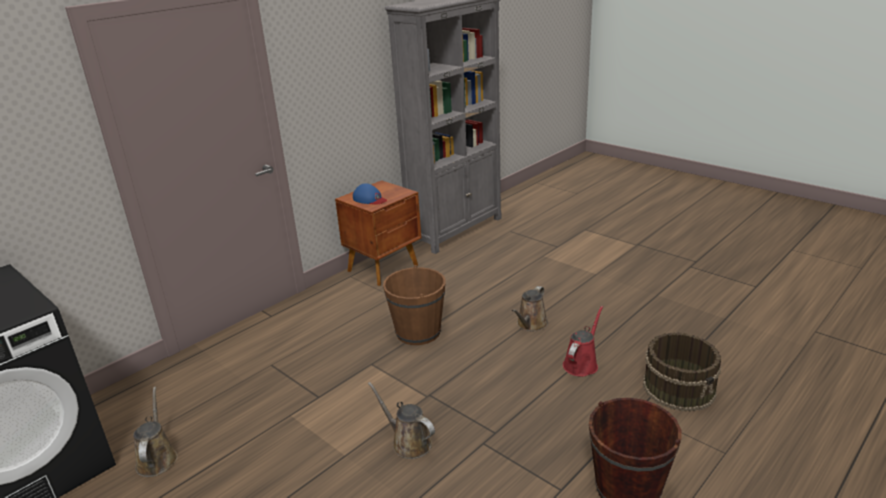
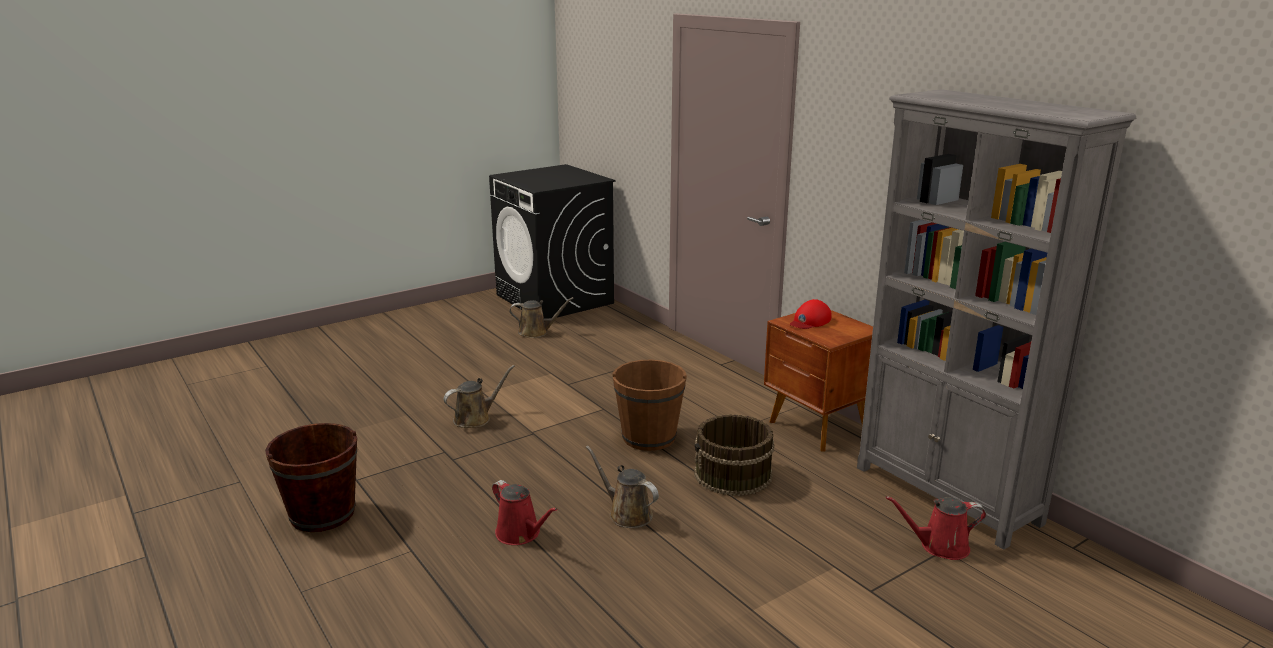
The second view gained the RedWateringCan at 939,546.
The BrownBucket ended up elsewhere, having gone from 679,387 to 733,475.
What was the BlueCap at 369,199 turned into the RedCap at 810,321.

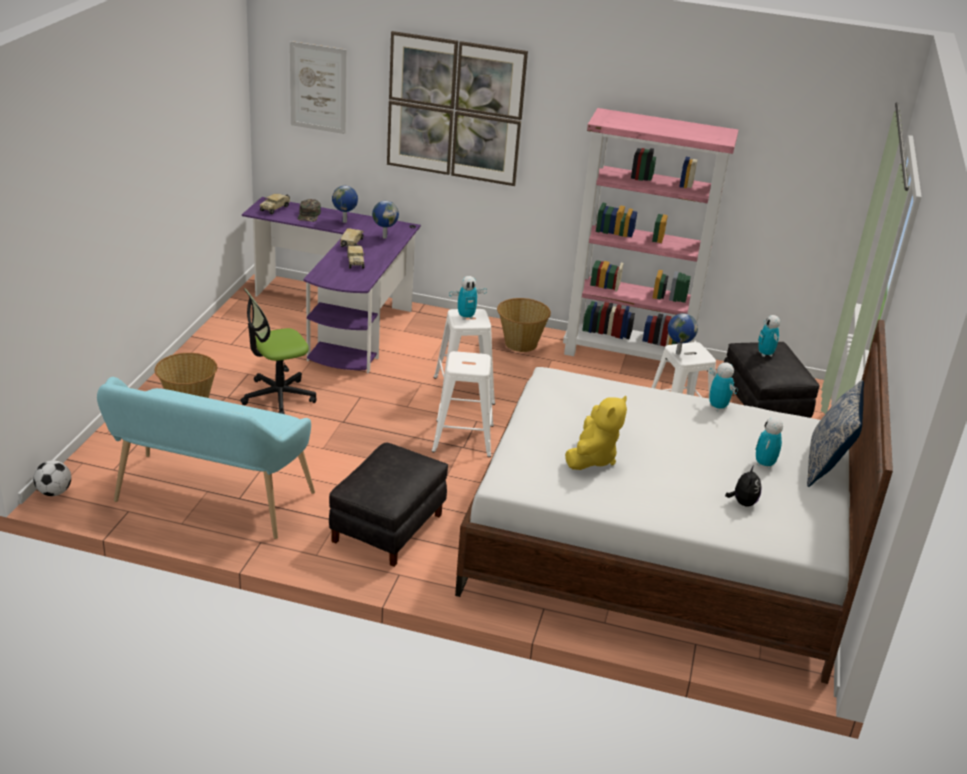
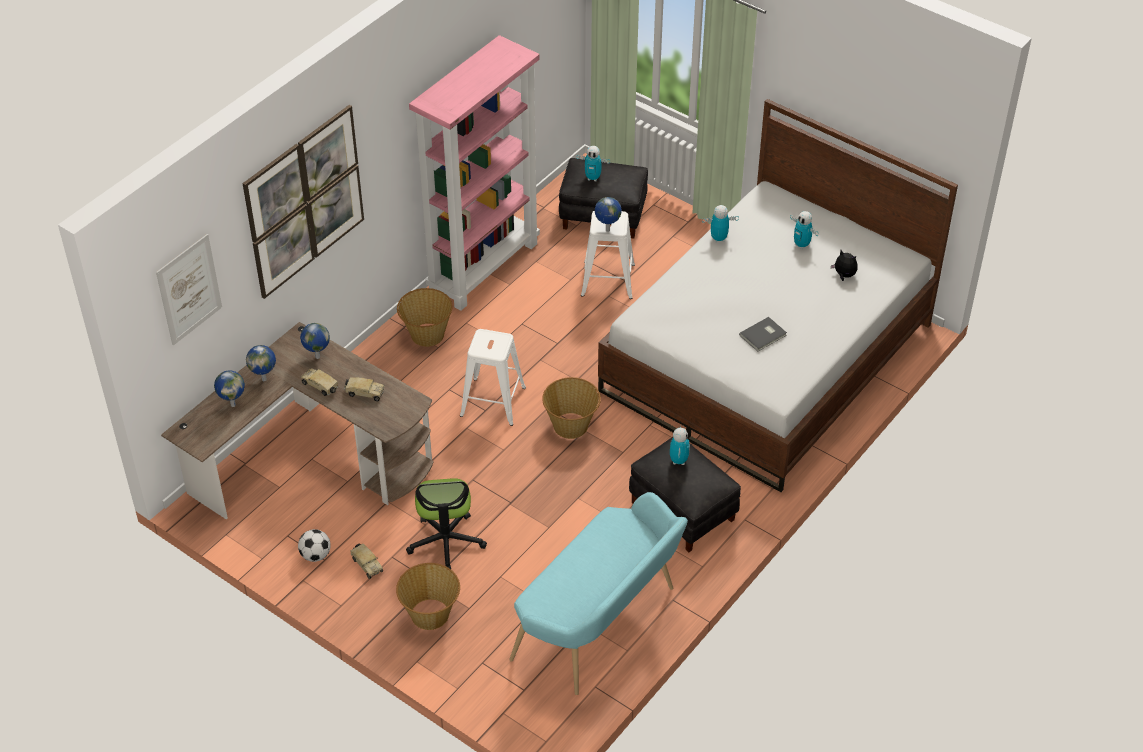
The second view lost the Pillow at 826,466.
The Football ended up elsewhere, having gone from 54,492 to 316,555.
The ToyTruck ended up elsewhere, having gone from 275,208 to 366,564.
The ToyRobot ended up elsewhere, having gone from 466,317 to 678,460.
Where the GreenCap stood at 309,215, the Globe came to stand at 233,404.
Where the WhiteStool stood at 462,438, the Basket came to stand at 571,426.
Where the YellowPlushToy stood at 592,458, the GreyBook came to stand at 764,335.
What was the PurpleDesk at 341,319 turned into the BrownDesk at 313,458.

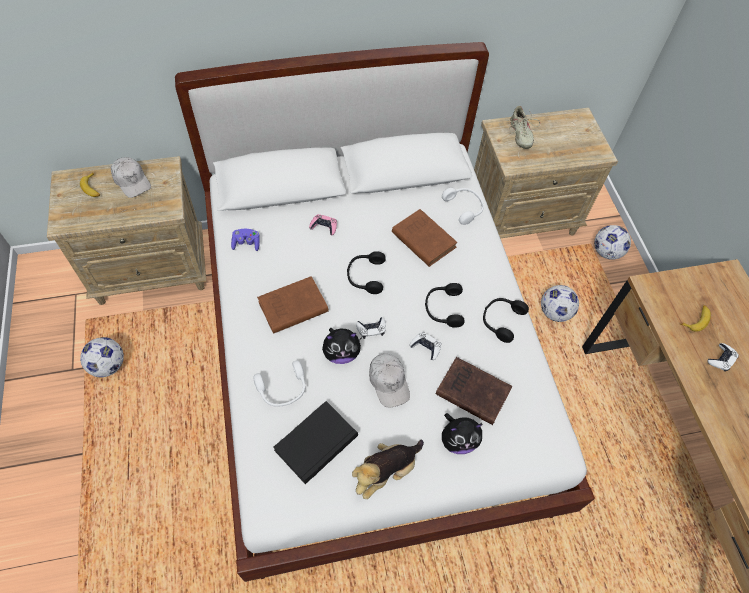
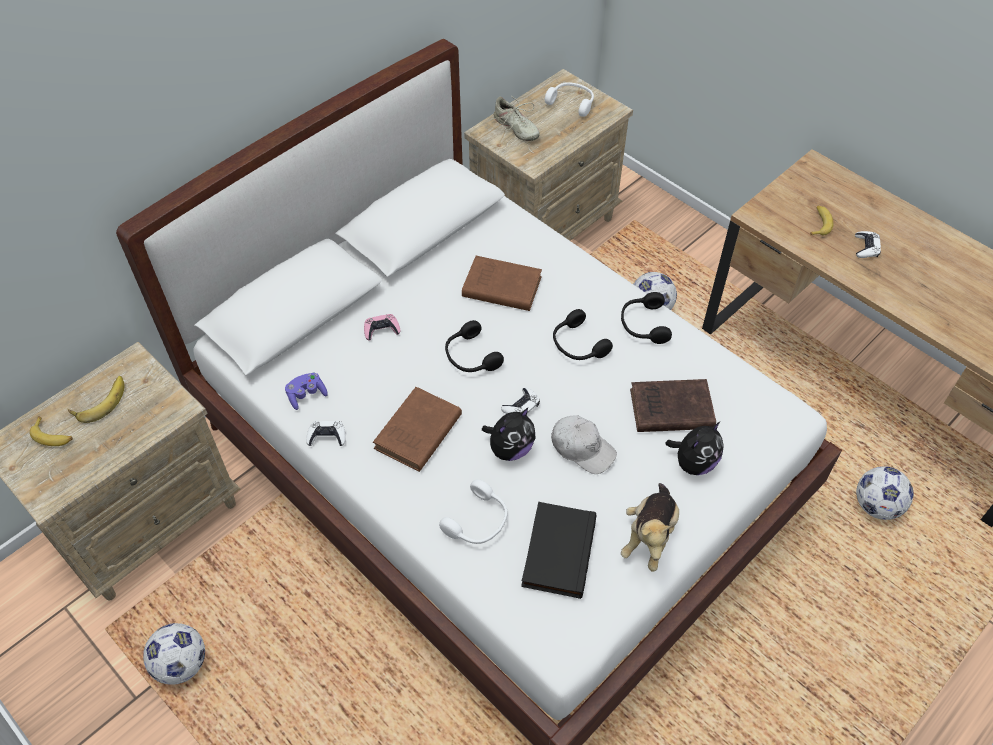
The WhiteGameController ended up elsewhere, having gone from 426,347 to 327,436.
The WhiteHeadphones ended up elsewhere, having gone from 464,207 to 572,103.
The Football ended up elsewhere, having gone from 606,252 to 876,506.
Where the WhiteCap stood at 132,181, the Banana came to stand at 99,401.

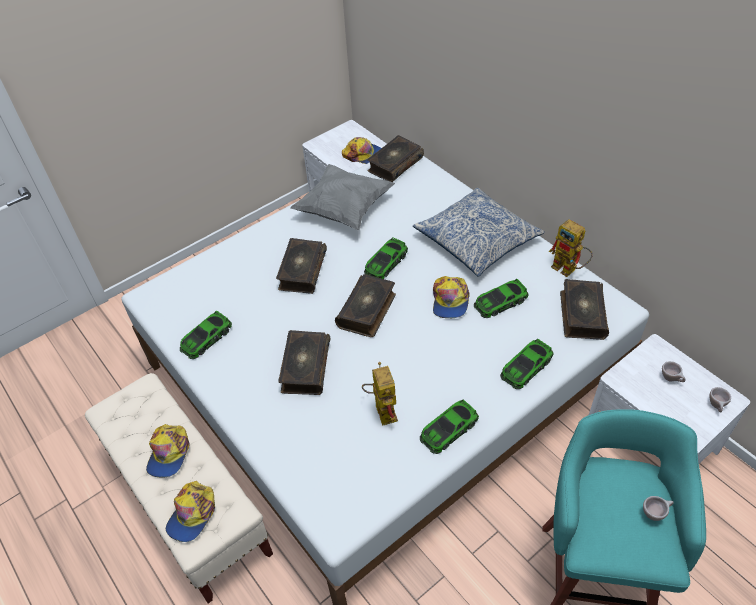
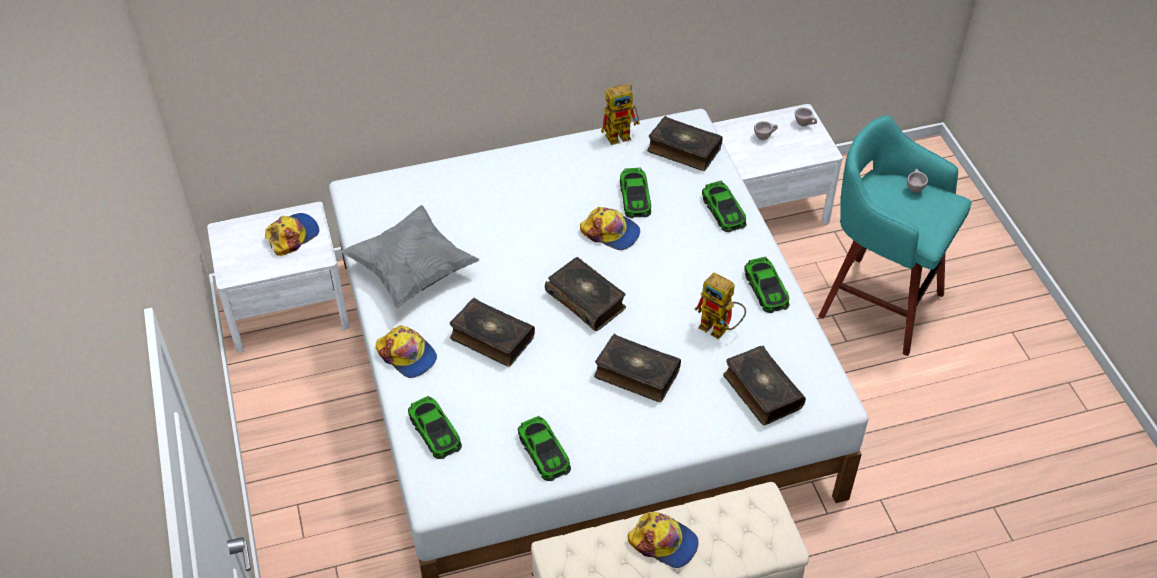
The second view lost the Pillow at 476,240.
The Cap ended up elsewhere, having gone from 192,514 to 407,355.
The ToyCar ended up elsewhere, having gone from 386,263 to 435,431.
The Book ended up elsewhere, having gone from 394,165 to 761,391.
The ToyRobot at 382,409 ended up facing another way, 150 degrees counterclockwise from before.

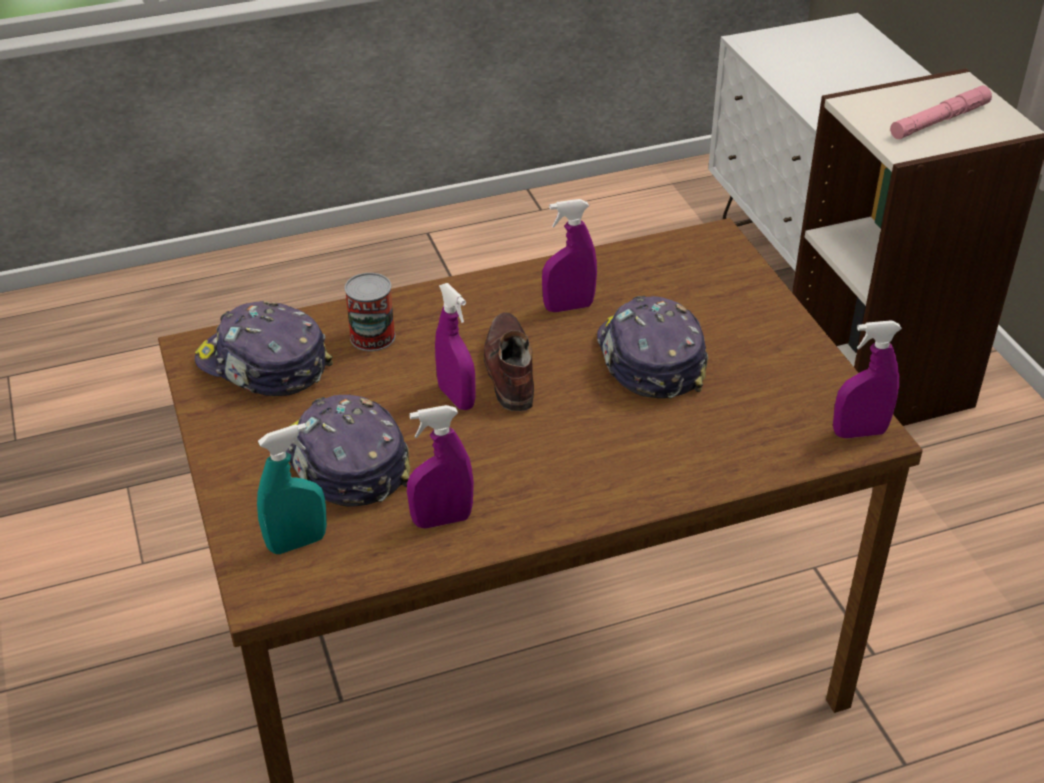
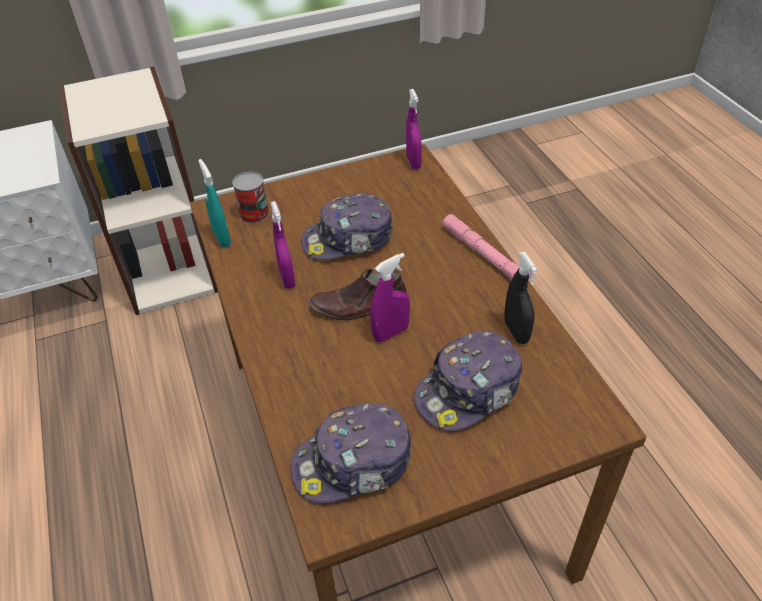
The TurquoiseSprayBottle ended up elsewhere, having gone from 297,543 to 222,238.
The Can ended up elsewhere, having gone from 372,337 to 254,214.
The PinkFlashlight ended up elsewhere, having gone from 939,120 to 481,252.
What was the PurpleSprayBottle at 442,520 turned into the BlackSprayBottle at 516,332.
The Cap at 263,365 ended up facing another way, 45 degrees clockwise from before.

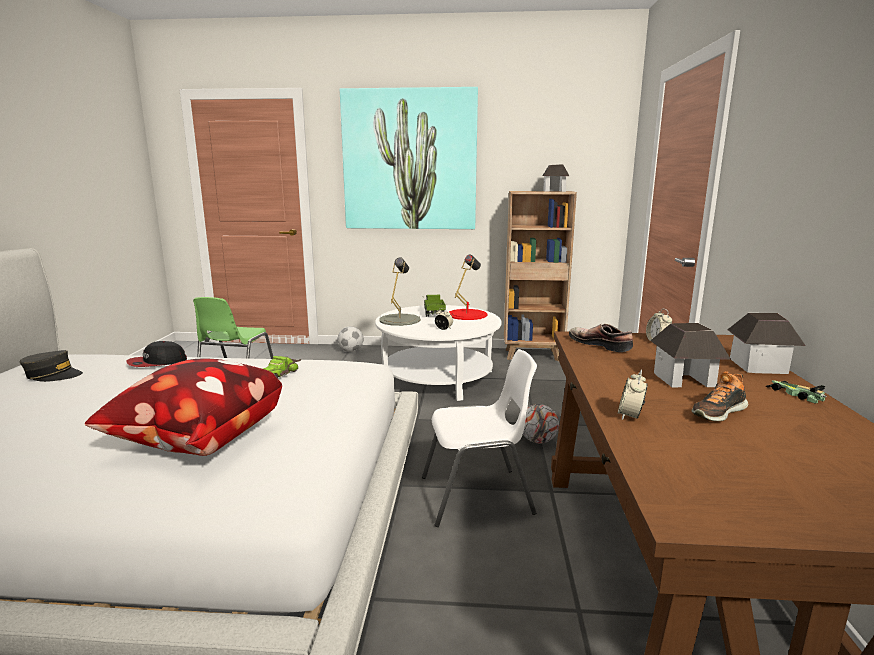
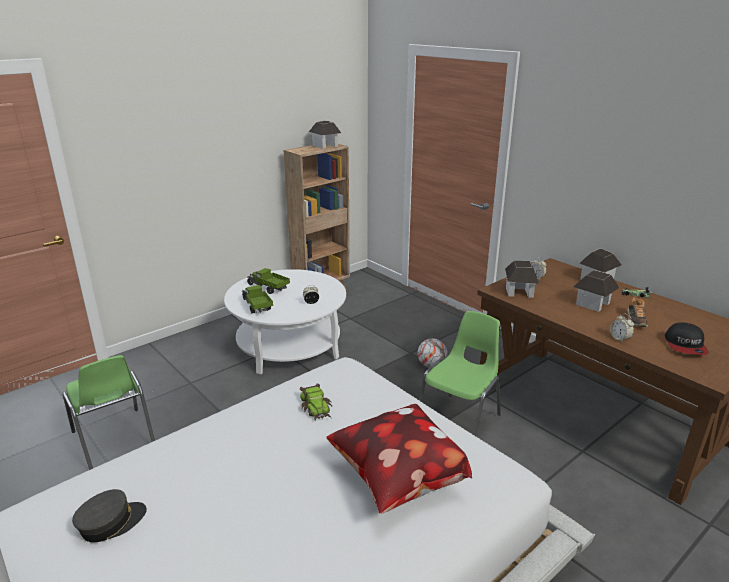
The second view lost the Football at 351,351.
The second view lost the Picture at 410,160.
The second view lost the RedTableLamp at 467,314.
The Cap ended up elsewhere, having gone from 157,362 to 685,345.
Where the GreyTableLamp stood at 399,320, the ToyTruck came to stand at 256,306.
Where the Shoe stood at 601,344, the ToyHouse came to stand at 519,292.
What was the WhiteChair at 478,496 turned into the GreenChair at 459,422.

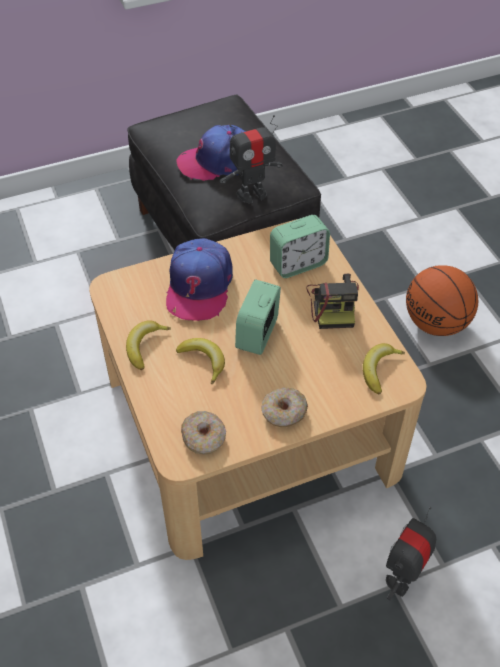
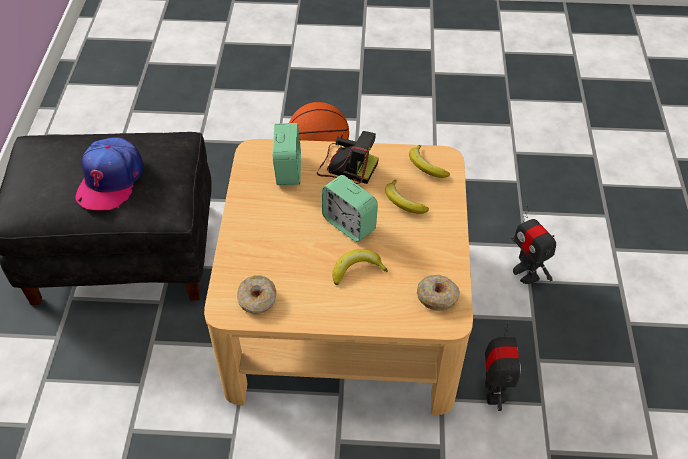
The second view lost the Cap at 199,286.
The Banana ended up elsewhere, having gone from 144,346 to 403,202.
The ToyRobot ended up elsewhere, having gone from 252,193 to 494,391.
The Donut ended up elsewhere, having gone from 284,413 to 257,299.

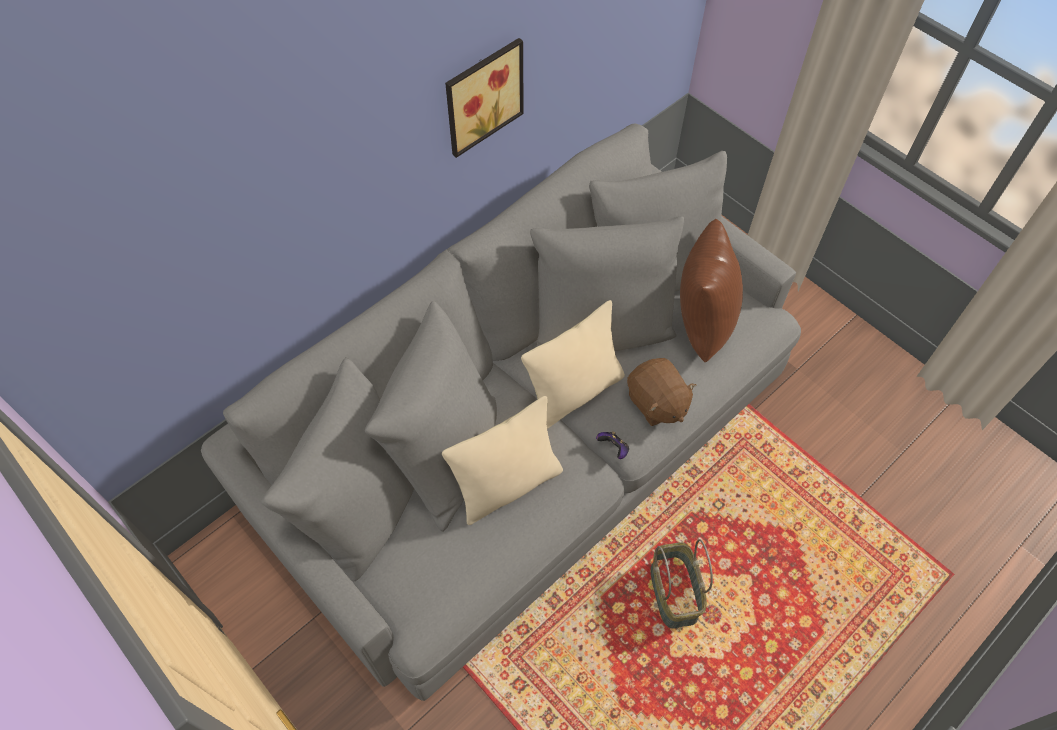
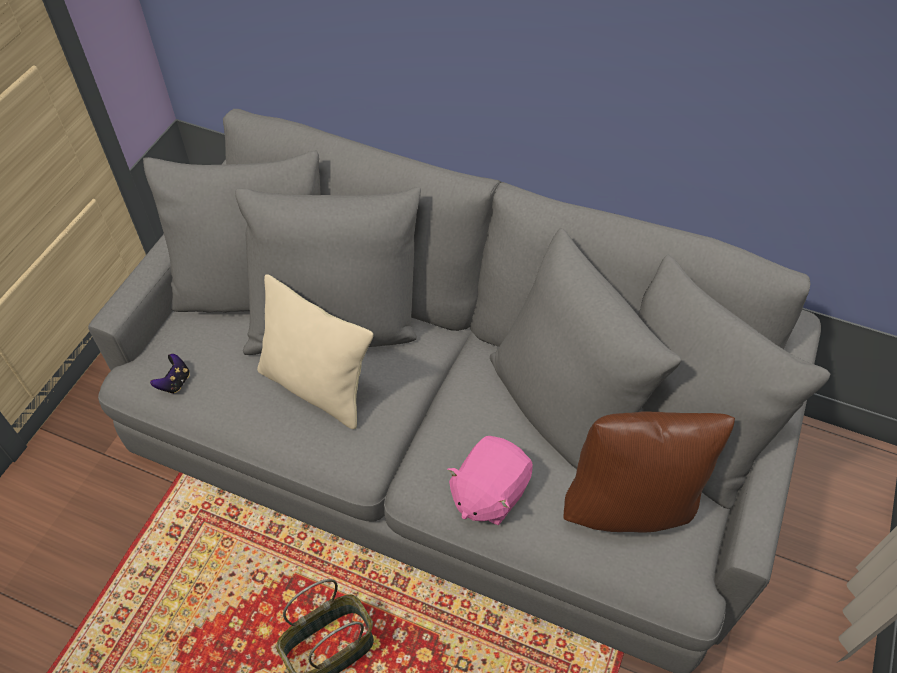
The second view lost the Picture at 482,95.
The second view lost the BeigePillow at 574,392.
The GameController ended up elsewhere, having gone from 613,449 to 175,382.
What was the BrownPlushToy at 656,403 turned into the PinkPlushToy at 488,492.

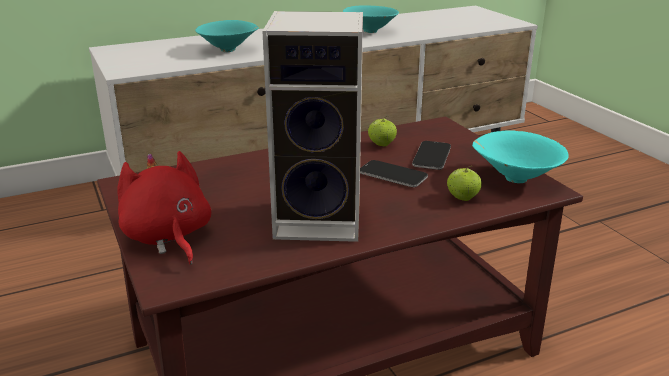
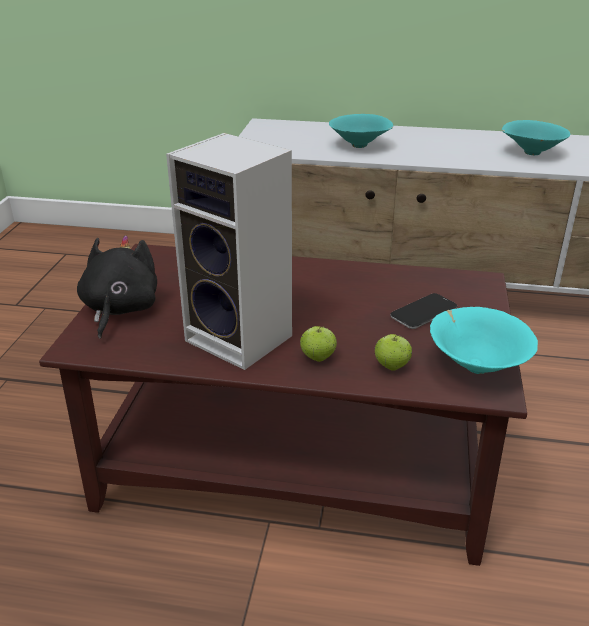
The second view lost the Phone at 392,175.
The Apple ended up elsewhere, having gone from 381,145 to 318,357.
What was the RedPlushToy at 167,237 turned into the BlackPlushToy at 119,310.

